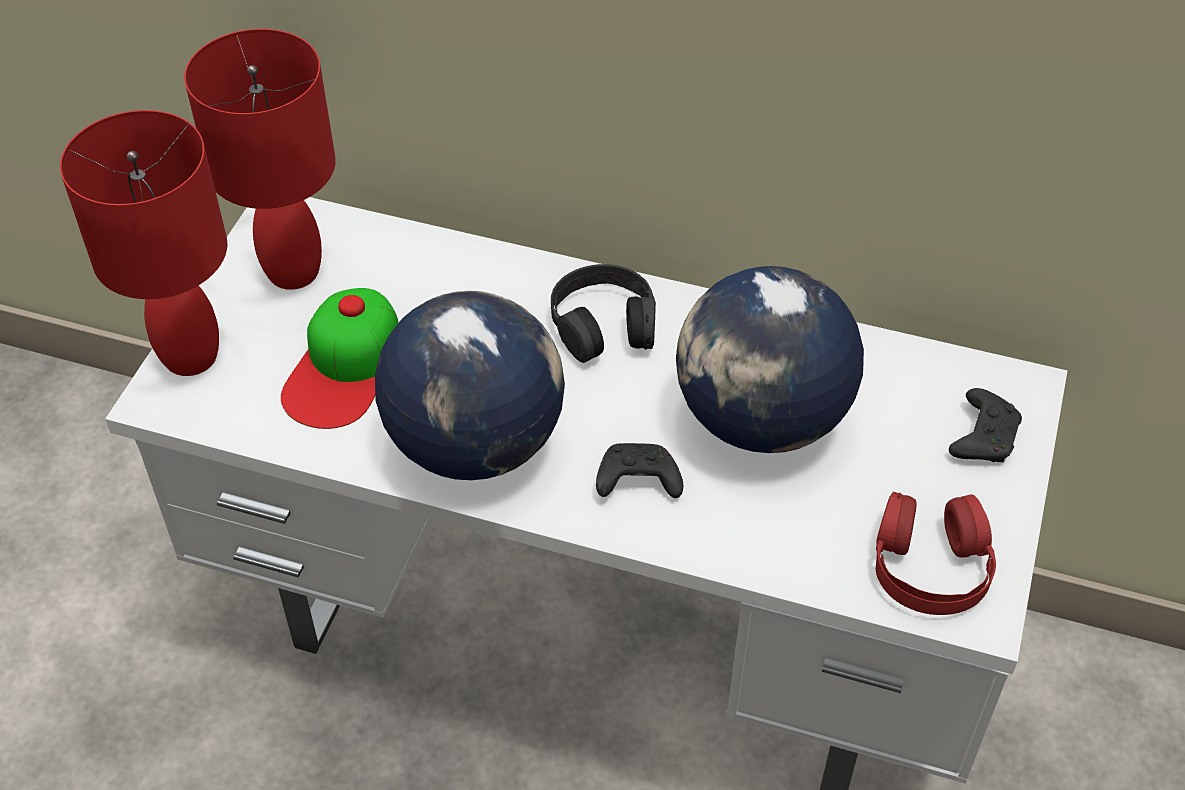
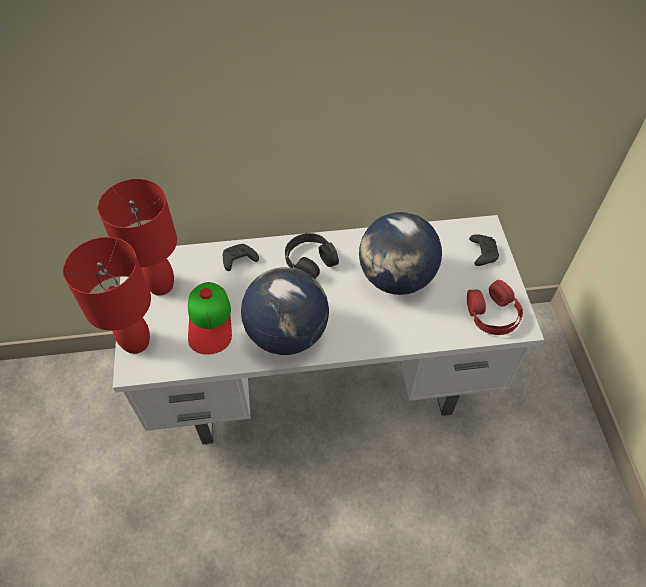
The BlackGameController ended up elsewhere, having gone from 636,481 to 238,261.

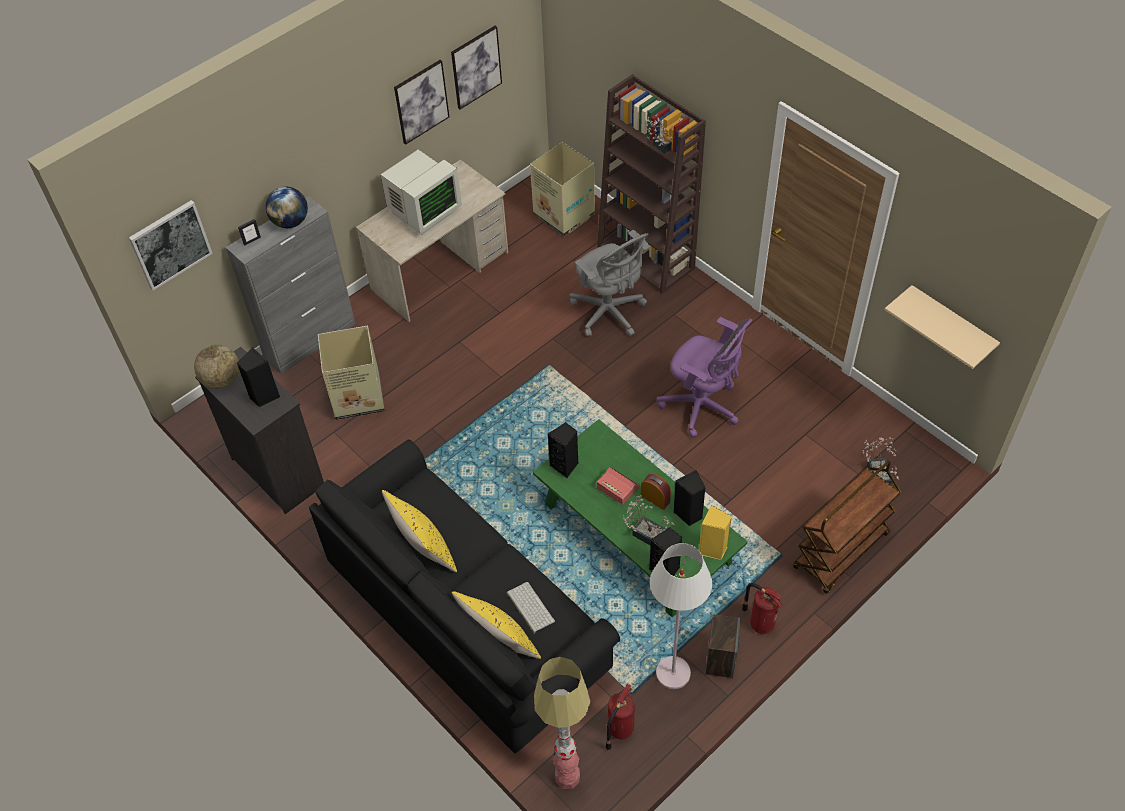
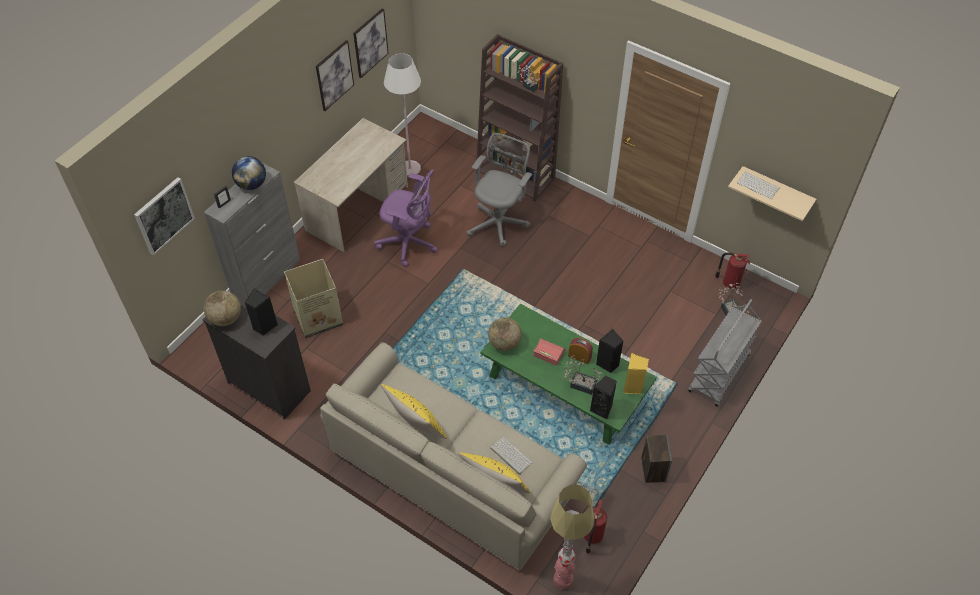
The second view lost the Monitor at 423,211.
The second view lost the CardboardBox at 564,215.
The second view gained the Keyboard at 758,185.
The WhiteFloorLamp ended up elsewhere, having gone from 673,673 to 410,169.
The PurpleOfficeChair ended up elsewhere, having gone from 702,406 to 409,243.
The FireExtinguisher ended up elsewhere, having gone from 760,622 to 729,283.
Where the BlackSpeaker stood at 565,466, the Globe came to stand at 504,343.
What was the BlackSofa at 465,615 turned into the BeigeSofa at 450,472.
What was the BrownCart at 841,552 turned into the GreyCart at 719,374.
The GreyOfficeChair at 609,313 ended up facing another way, 105 degrees counterclockwise from before.

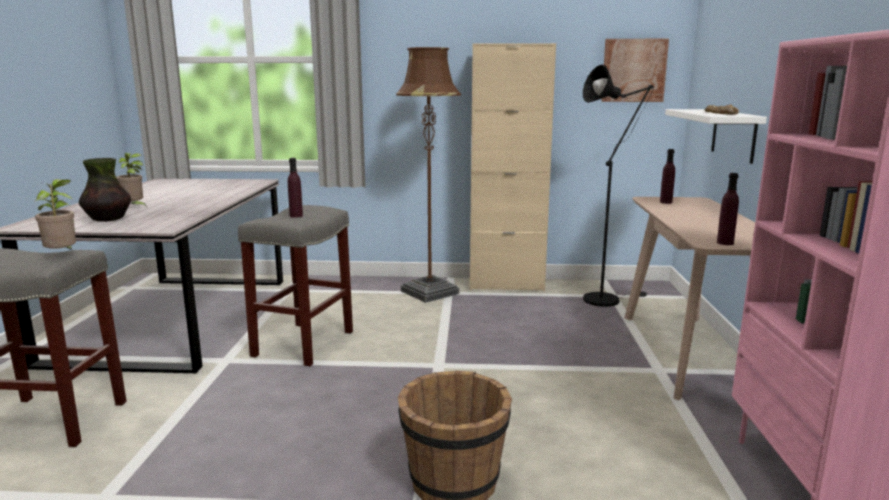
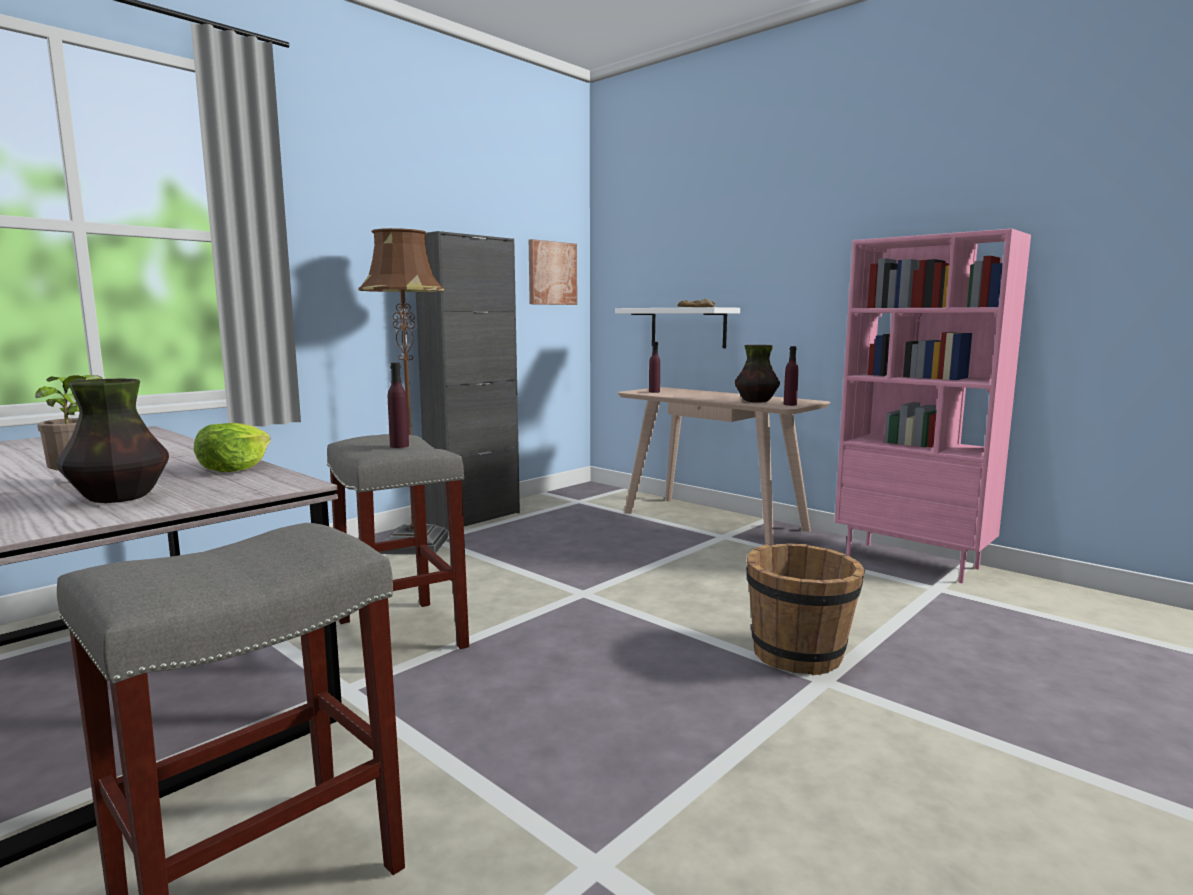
The second view lost the PottedPlant at 63,255.
The second view lost the BlackFloorLamp at 606,299.
The second view gained the Lettuce at 234,468.
The second view gained the Vase at 756,401.
What was the BeigeCabinet at 506,285 turned into the BlackCabinet at 474,518.

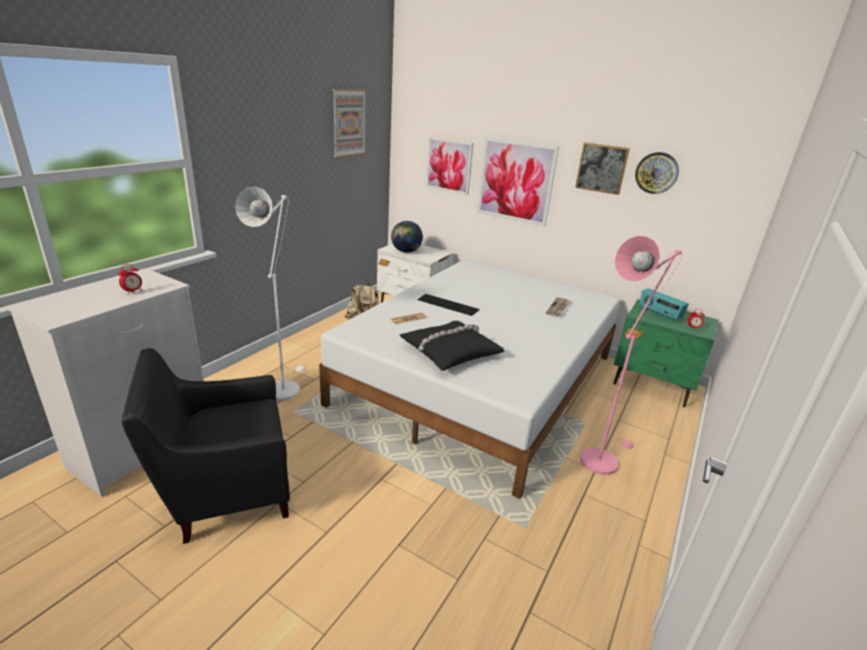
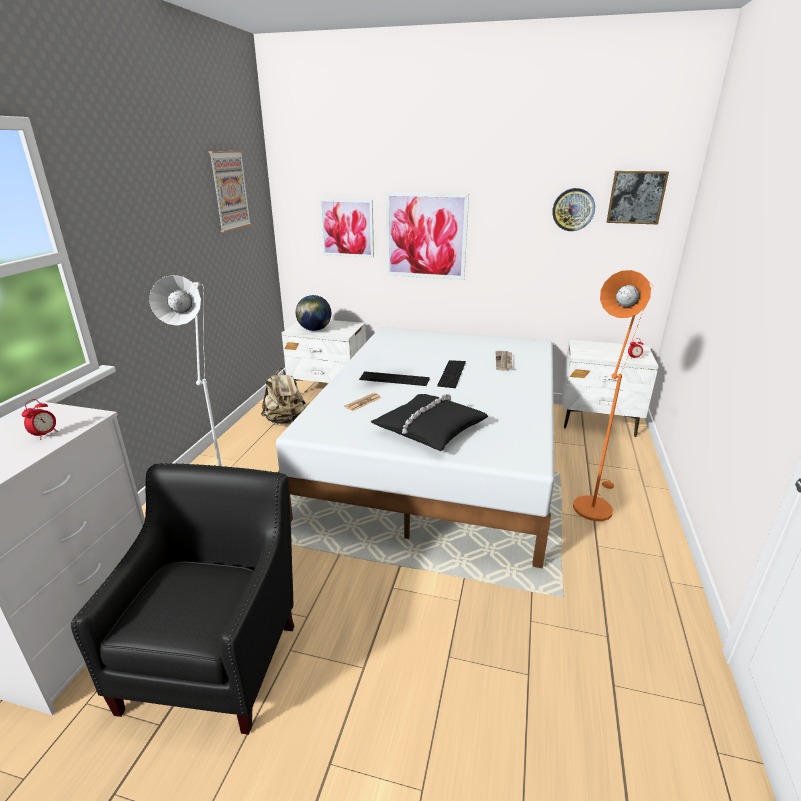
The second view lost the Radio at 659,314.
The second view gained the Keyboard at 452,373.
The Picture ended up elsewhere, having gone from 602,168 to 636,197.
What was the PinkFloorLamp at 602,458 turned into the OrangeFloorLamp at 593,504.
What was the GreenNightstand at 652,385 turned into the WhiteNightstand at 598,421.
The BlackArmchair at 225,490 ended up facing another way, 135 degrees clockwise from before.

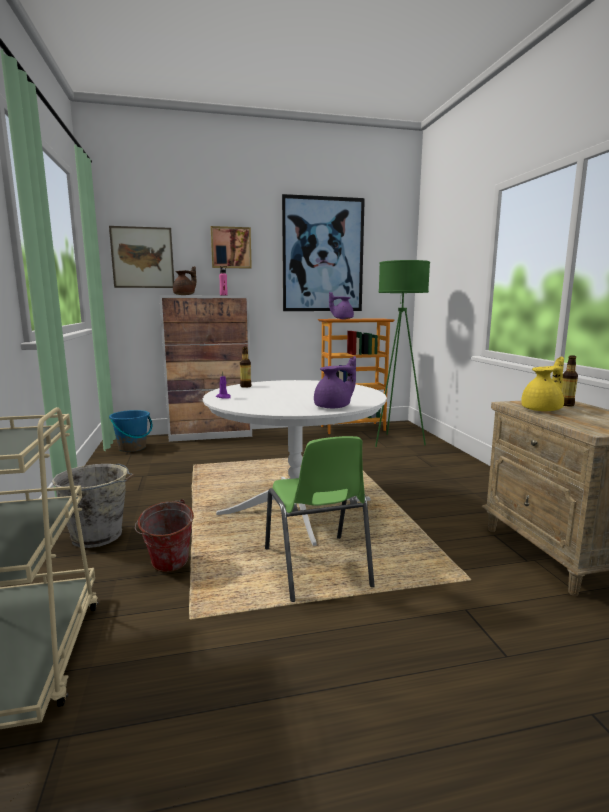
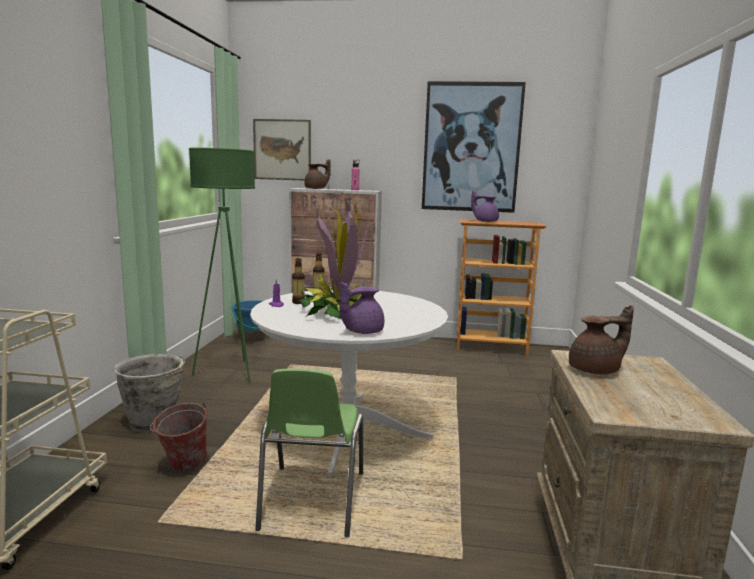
The second view lost the Picture at 231,248.
The second view gained the PottedPlant at 338,312.
The GreenFloorLamp ended up elsewhere, having gone from 396,442 to 229,372.
The Bottle ended up elsewhere, having gone from 566,405 to 298,302.
What was the YellowTeapot at 543,409 turned into the BrownTeapot at 596,370.
The PurpleTeapot at 334,407 ended up facing another way, 150 degrees clockwise from before.

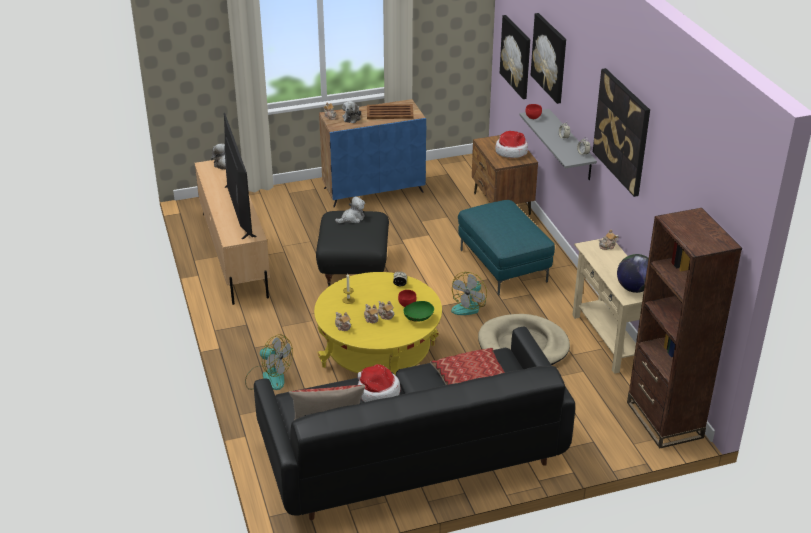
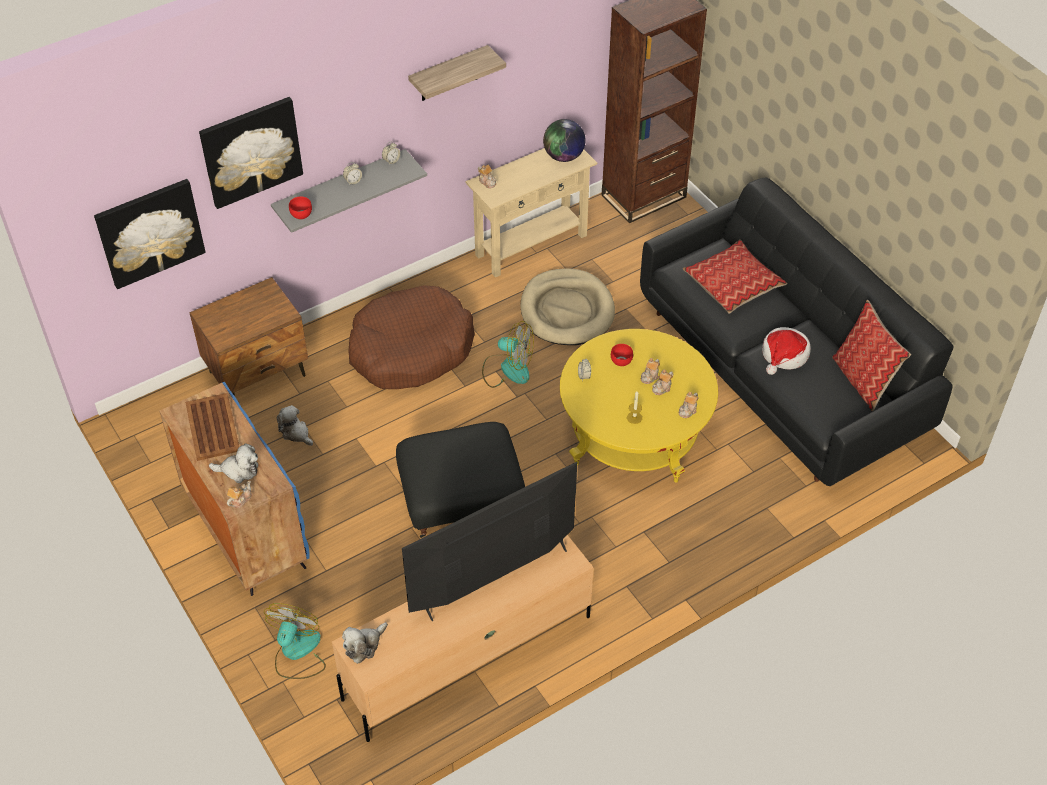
The second view lost the GreenBowl at 418,318.
The second view lost the Hat at 511,151.
The Fan ended up elsewhere, having gone from 268,377 to 297,653.
The PlushToy ended up elsewhere, having gone from 352,218 to 296,433.
Where the TurquoiseOttoman stood at 504,266, the BrownDogBed came to stand at 410,350.
Where the Picture hung at 622,131, the Shelf came to hang at 449,74.

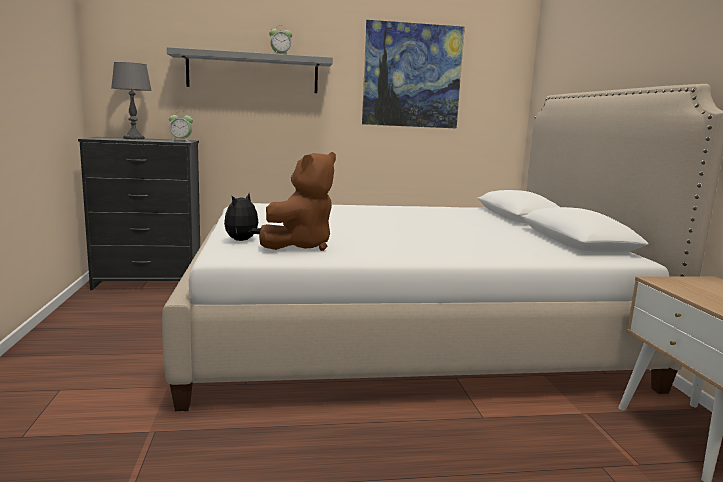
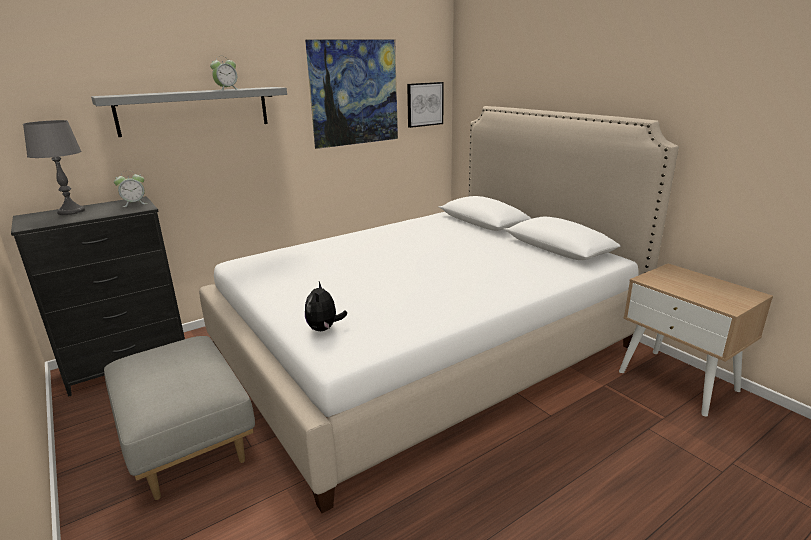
The second view lost the BrownPlushToy at 301,246.
The second view gained the GreyOttoman at 188,442.
The second view gained the Picture at 424,104.

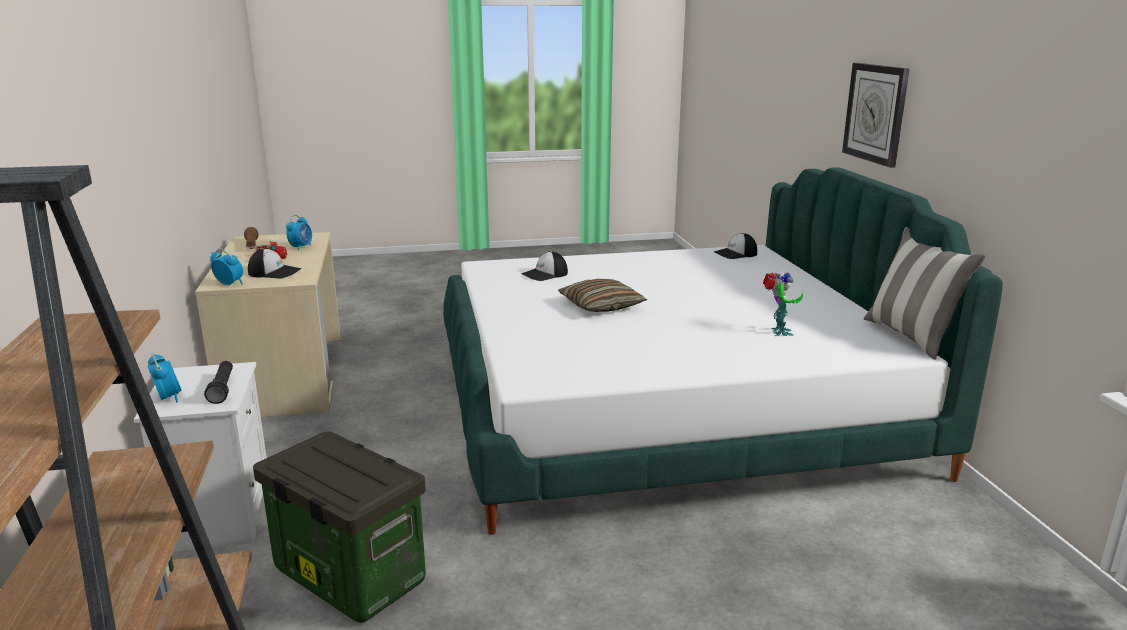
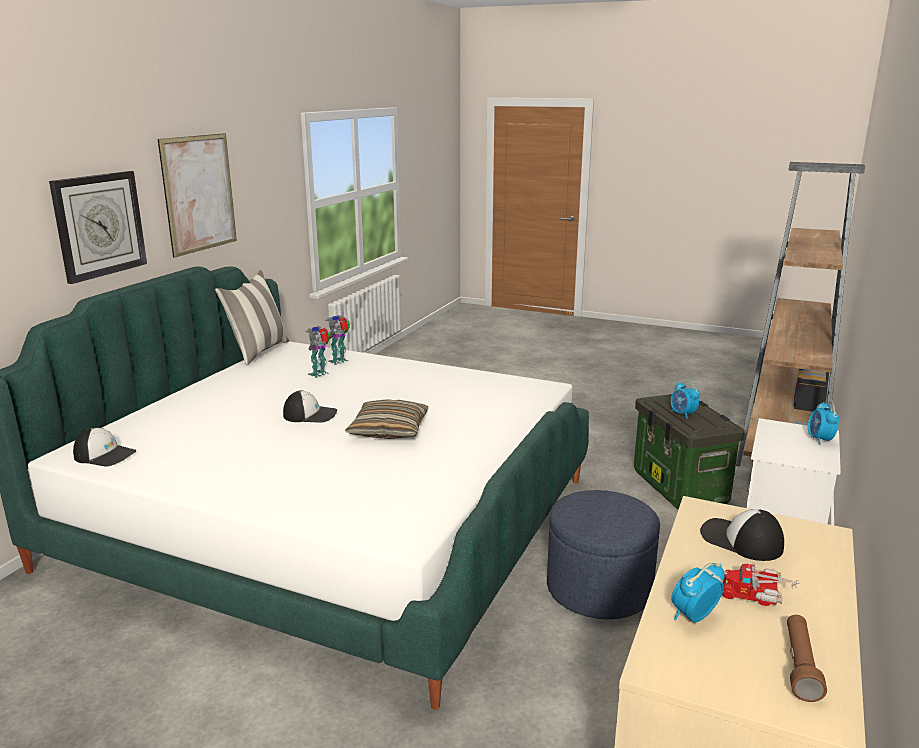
The second view lost the BlackFlashlight at 222,389.
The second view gained the Picture at 199,193.
The second view gained the ToyRobot at 340,361.
The second view gained the BlueOttoman at 599,589.
The AlarmClock ended up elsewhere, having gone from 229,284 to 682,414.
The Cap ended up elsewhere, having gone from 545,274 to 310,415.

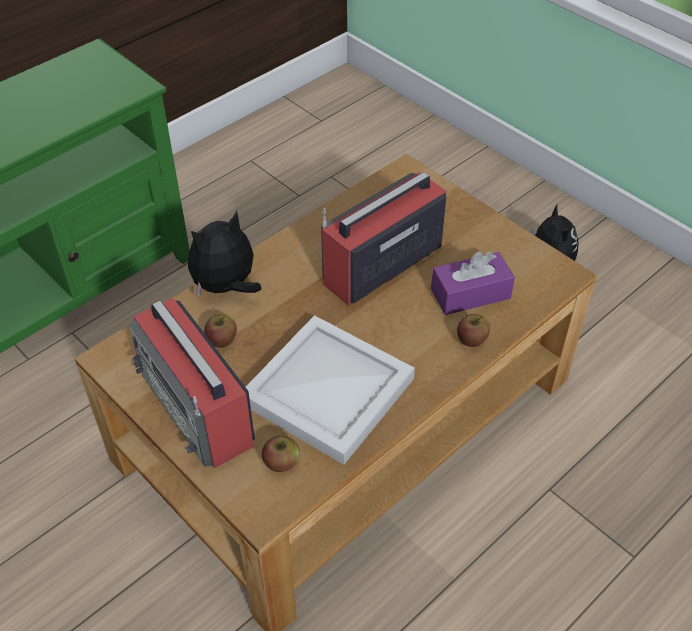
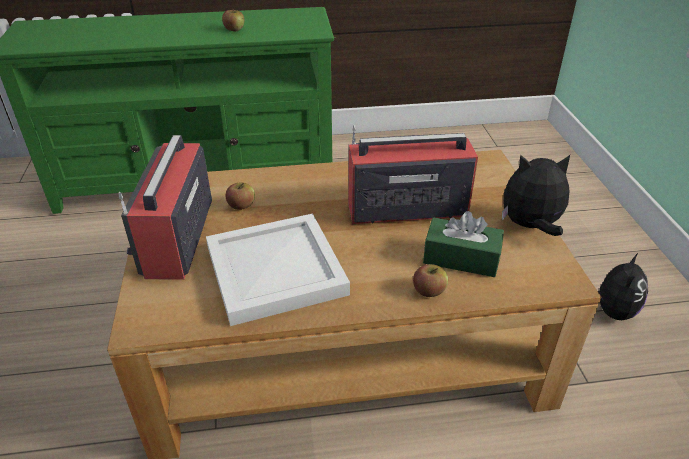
The PlushToy ended up elsewhere, having gone from 226,287 to 530,226.
The Apple ended up elsewhere, having gone from 281,462 to 234,29.
What was the PurpleTissueBox at 470,294 turned into the GreenTissueBox at 461,258.

